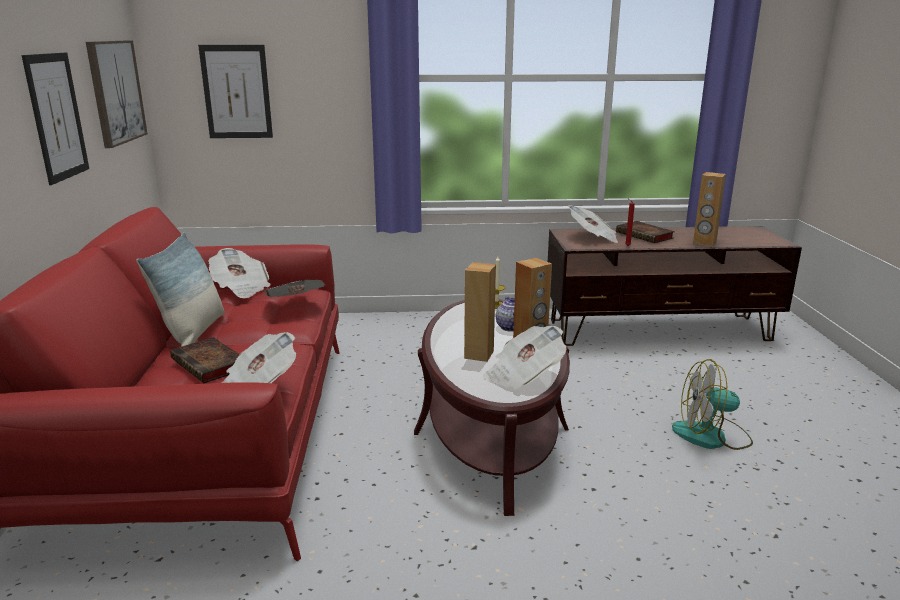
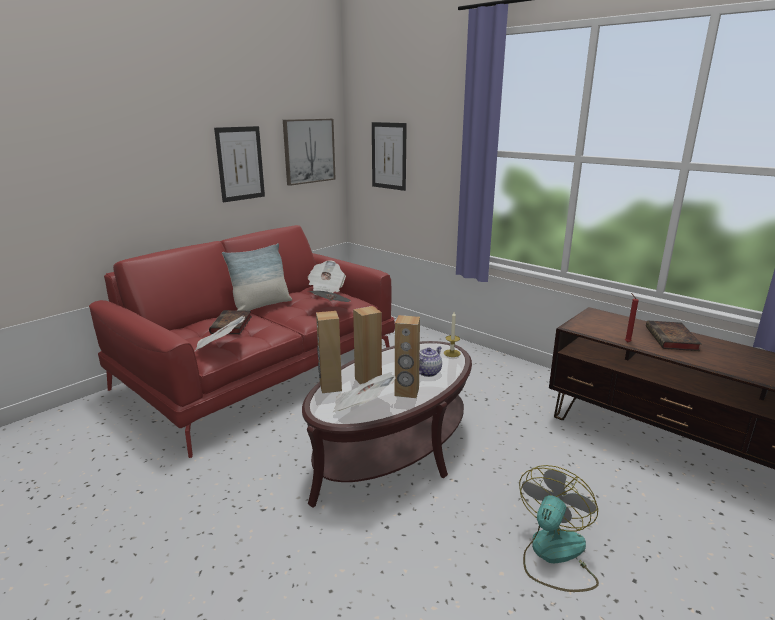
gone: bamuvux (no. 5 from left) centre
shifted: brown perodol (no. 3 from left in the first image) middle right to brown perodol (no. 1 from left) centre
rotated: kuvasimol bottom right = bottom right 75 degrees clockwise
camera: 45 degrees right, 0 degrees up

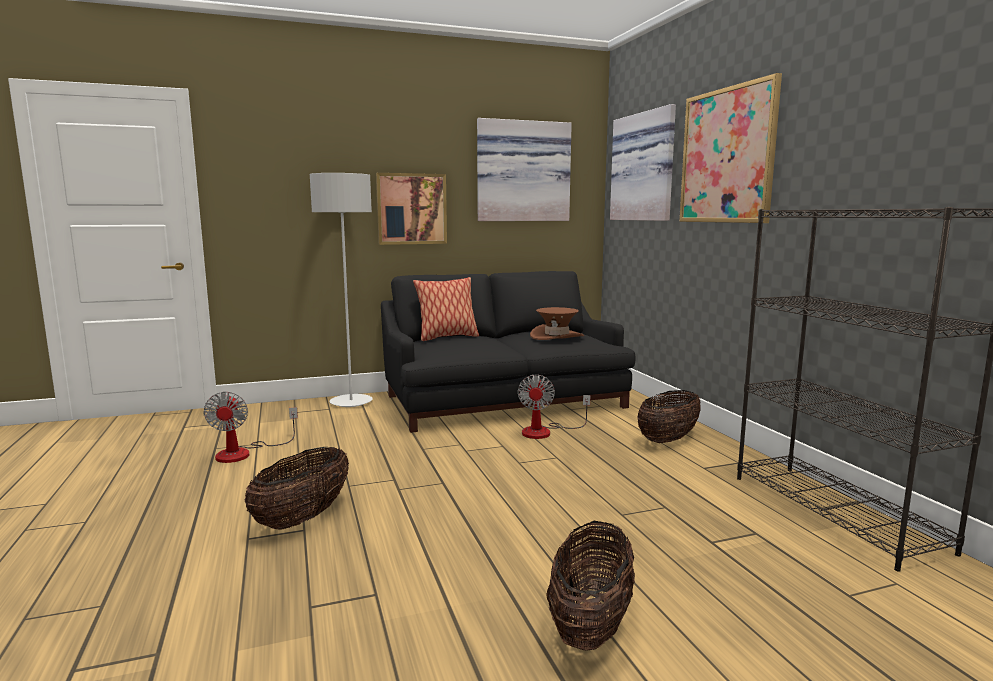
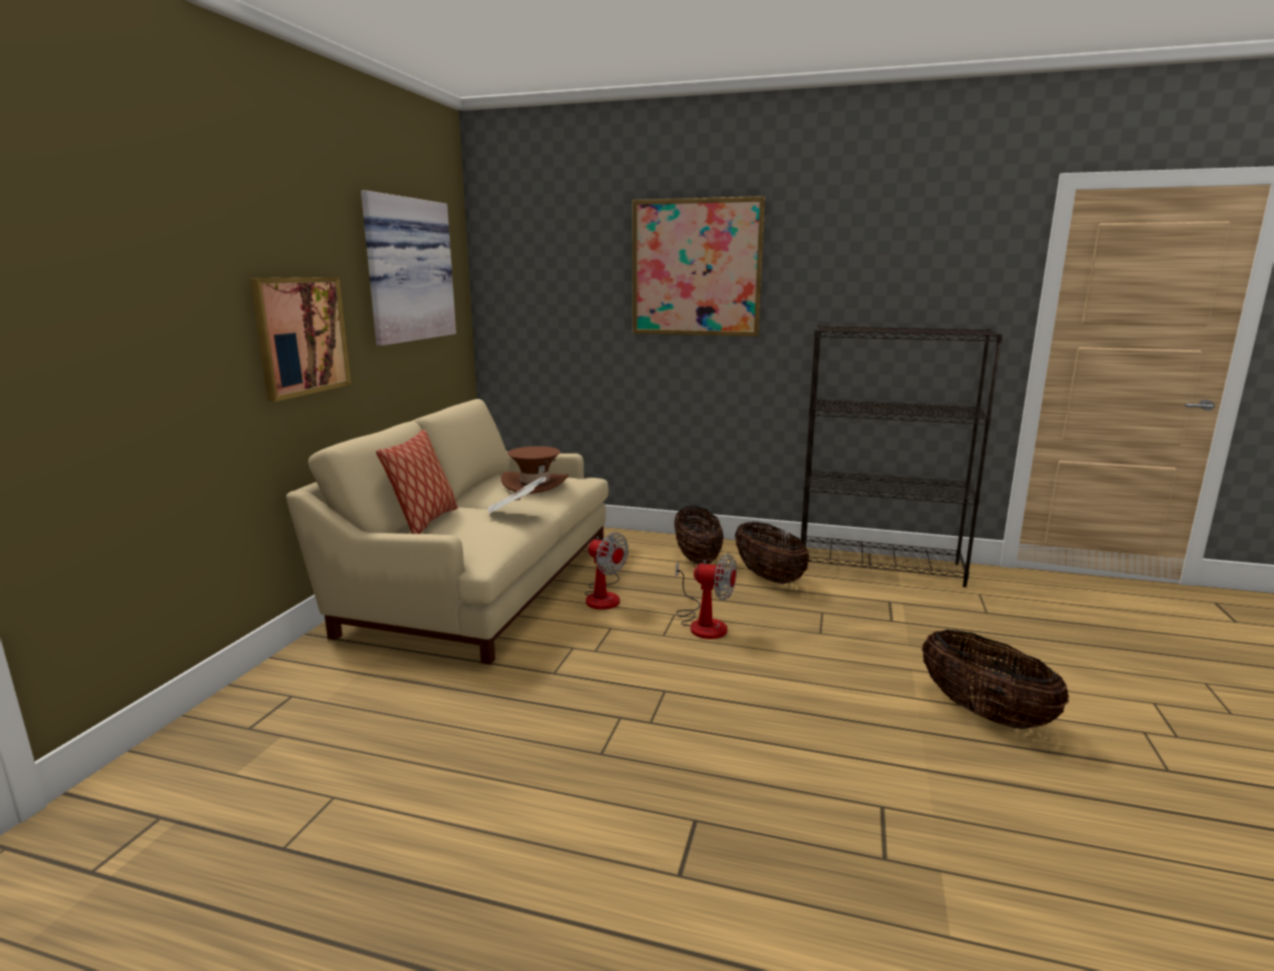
gone: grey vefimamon centre; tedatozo (no. 3 from left) top centre
new: bamuvux centre
shifted: kuvasimol (no. 1 from left in the first image) middle left to kuvasimol (no. 2 from left) centre; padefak (no. 1 from left in the first image) bottom left to padefak (no. 2 from left) centre
repainted: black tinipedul centre to beige tinipedul centre
camera: 55 degrees left, 5 degrees up

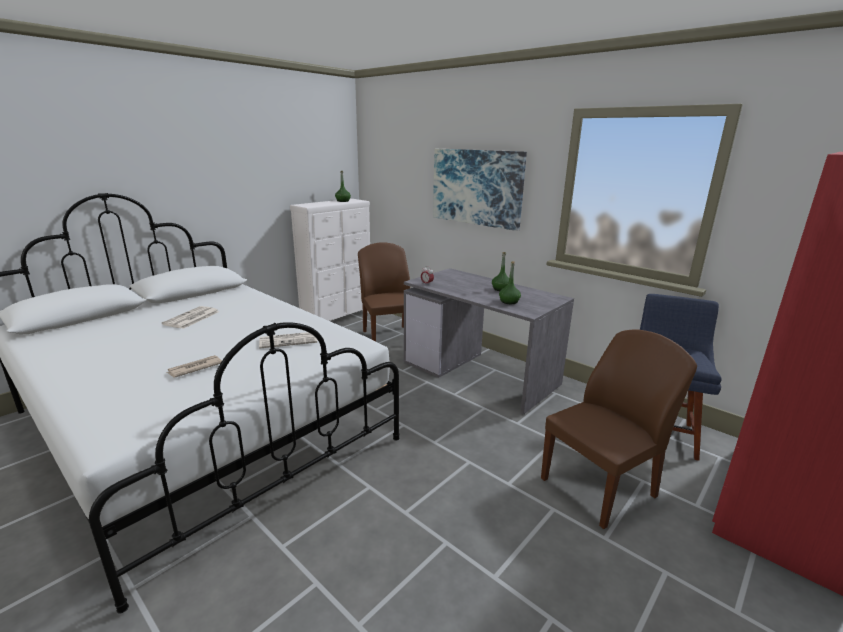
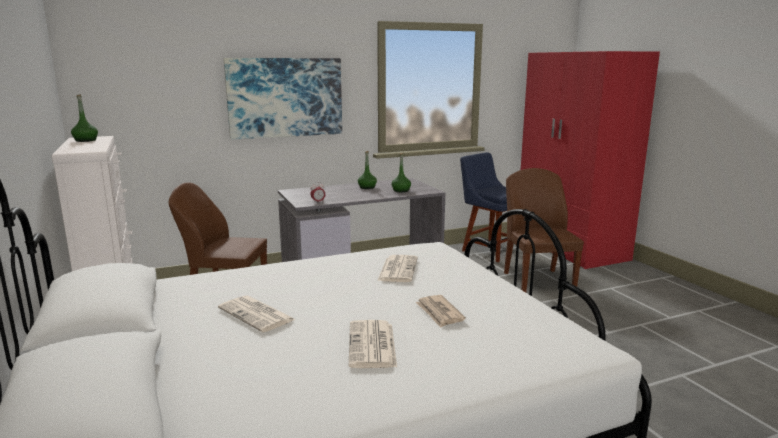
new: bamuvux (no. 2 from left) bottom centre
camera: 65 degrees left, 5 degrees down

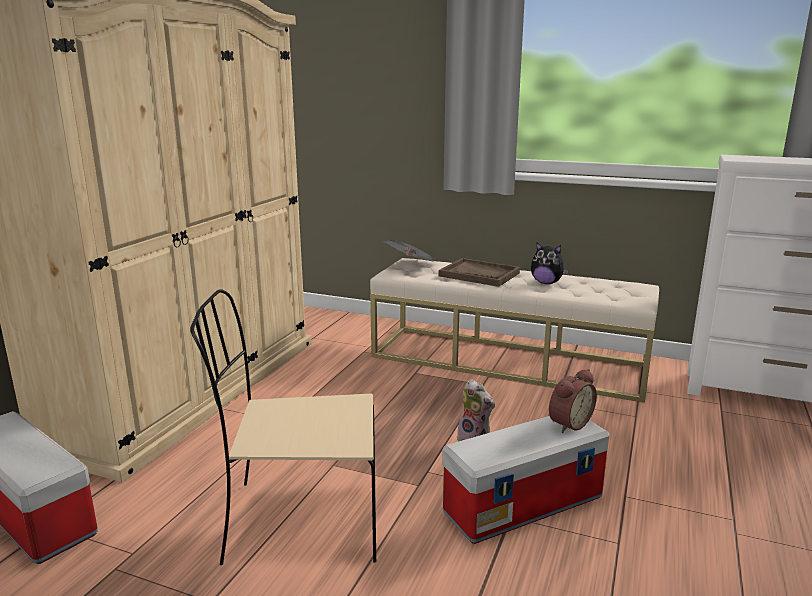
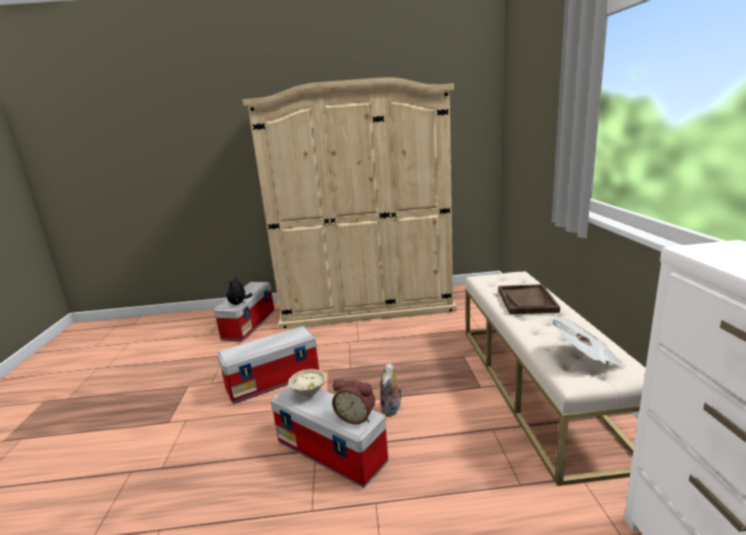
new: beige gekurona bottom centre
shifted: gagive (no. 2 from left in the first image) middle right to gagive (no. 1 from left) middle left; bamuvux centre to middle right
swapped: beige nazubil bottom centre to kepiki (no. 2 from left) bottom centre
camera: 65 degrees right, 0 degrees up

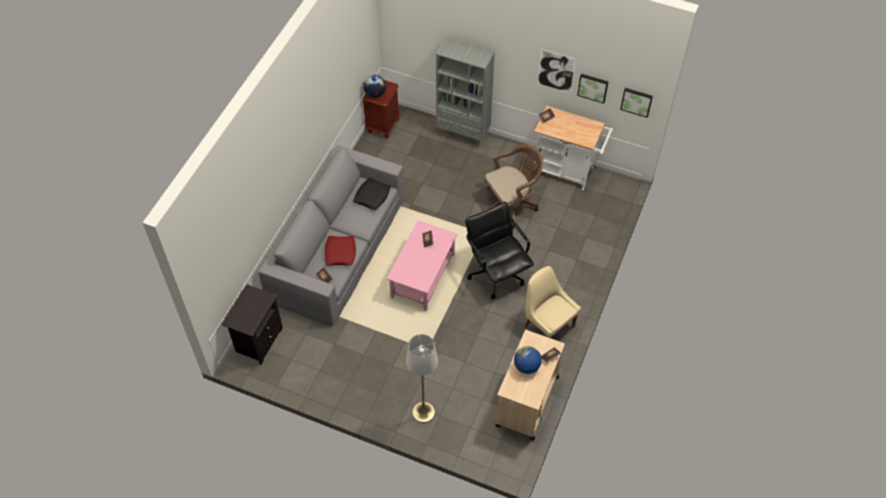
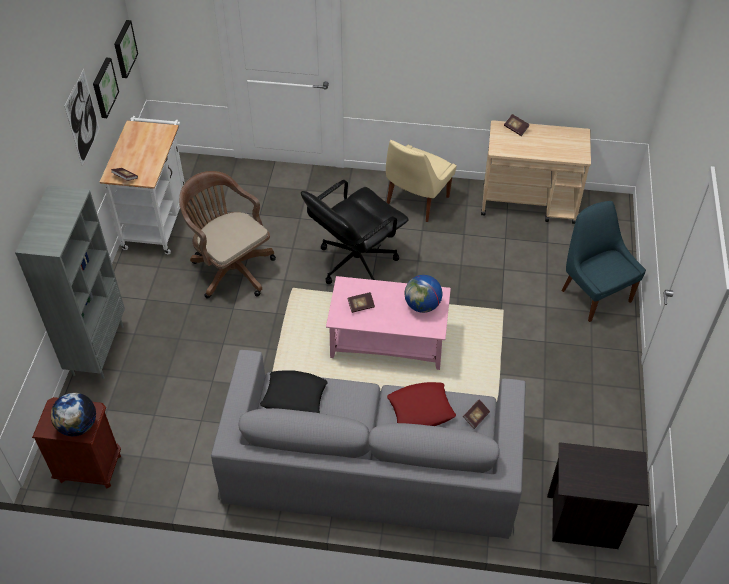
shifted: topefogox (no. 2 from left) bottom centre to centre
swapped: white vefimamon bottom centre to blue nazubil middle right
camera: 105 degrees left, 5 degrees down

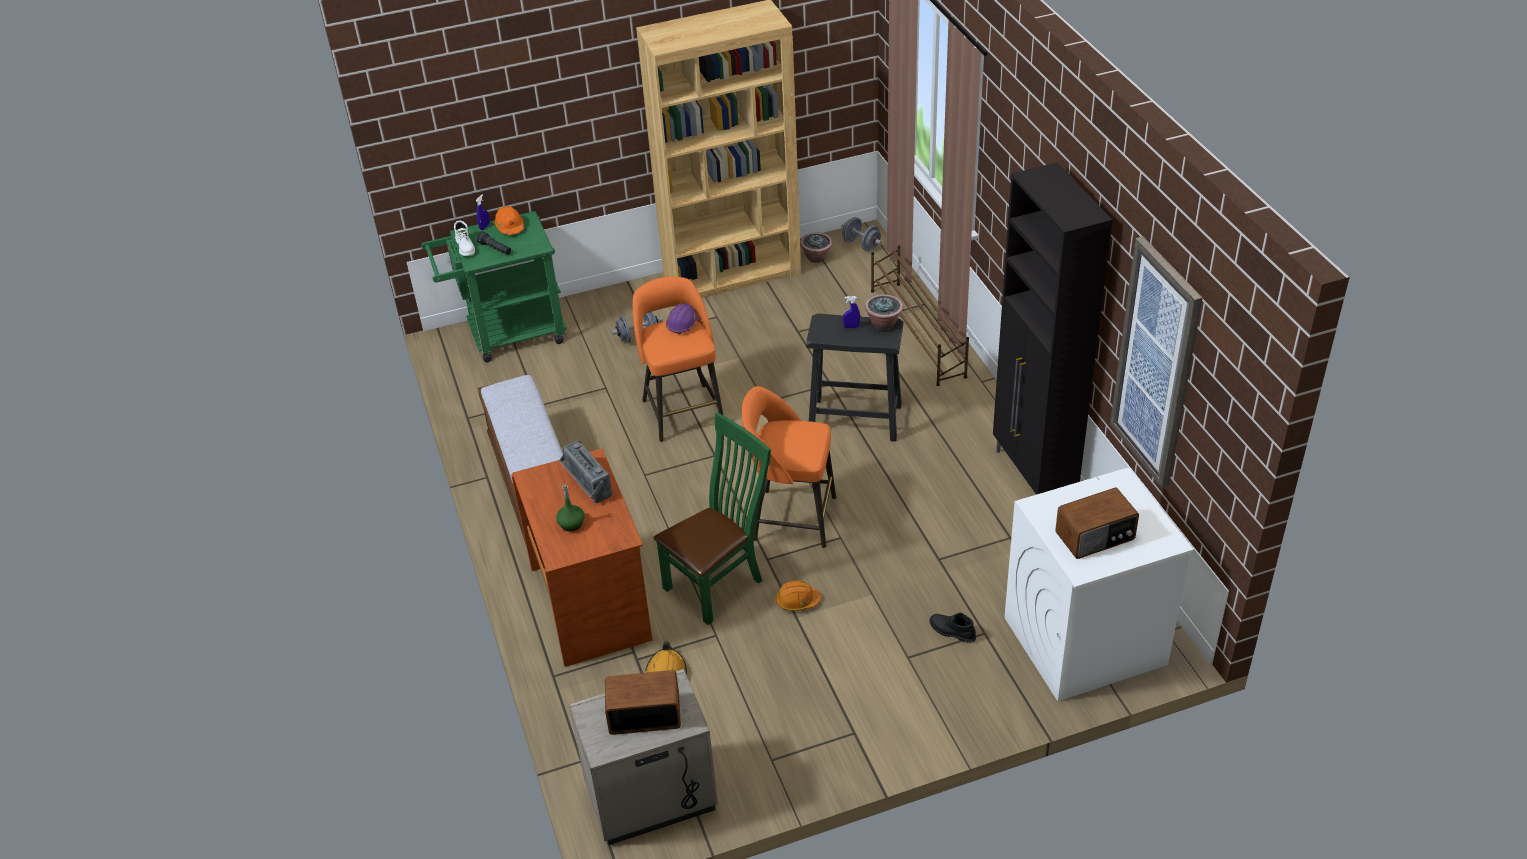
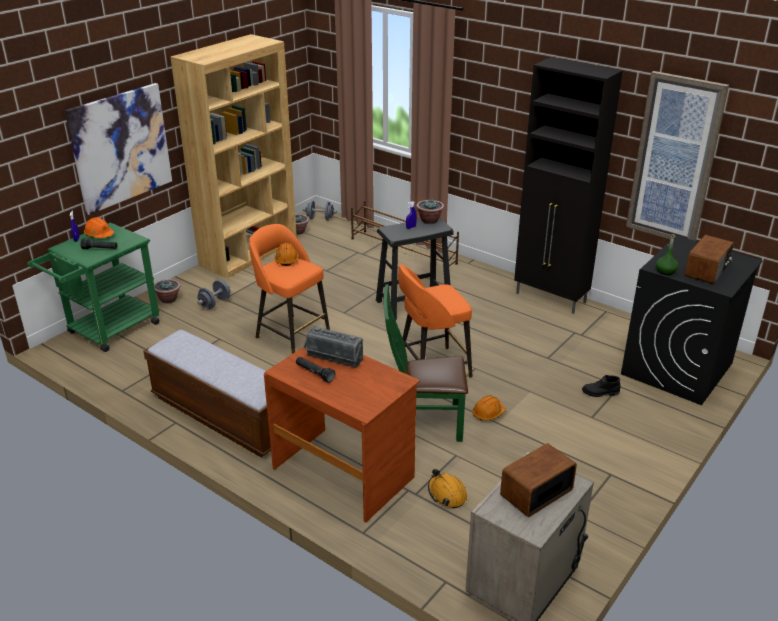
gone: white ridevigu top left
new: tedatozo (no. 1 from left) top left; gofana (no. 1 from left) middle left; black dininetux (no. 2 from left) centre
shifted: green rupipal centre to middle right
repainted: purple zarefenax centre to orange zarefenax (no. 2 from left) centre; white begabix bottom right to black begabix middle right
rotated: green nazubil centre = centre 105 degrees counterclockwise
camera: 35 degrees left, 10 degrees down

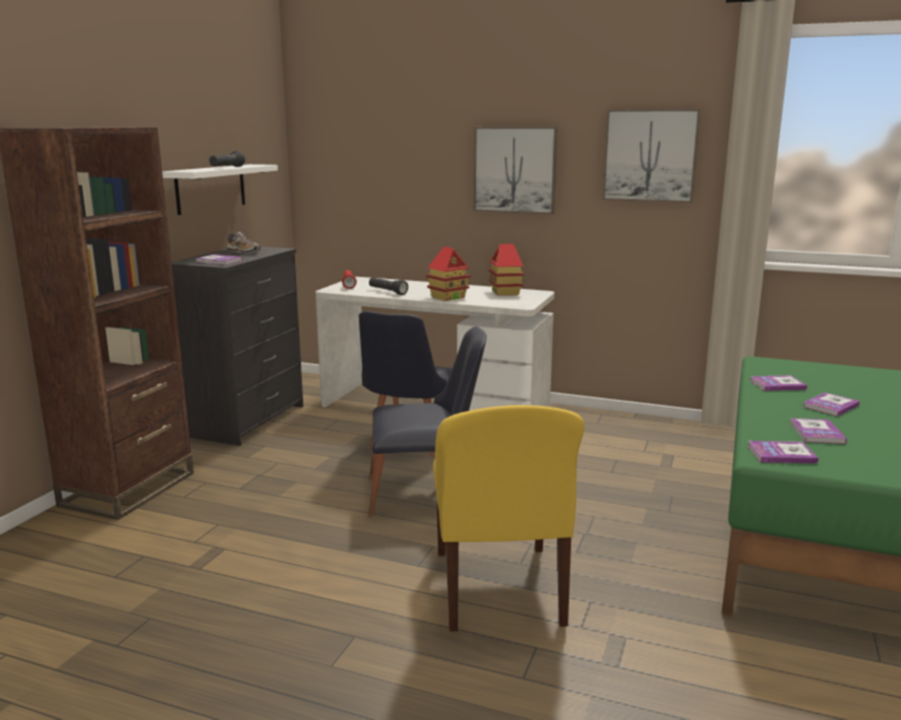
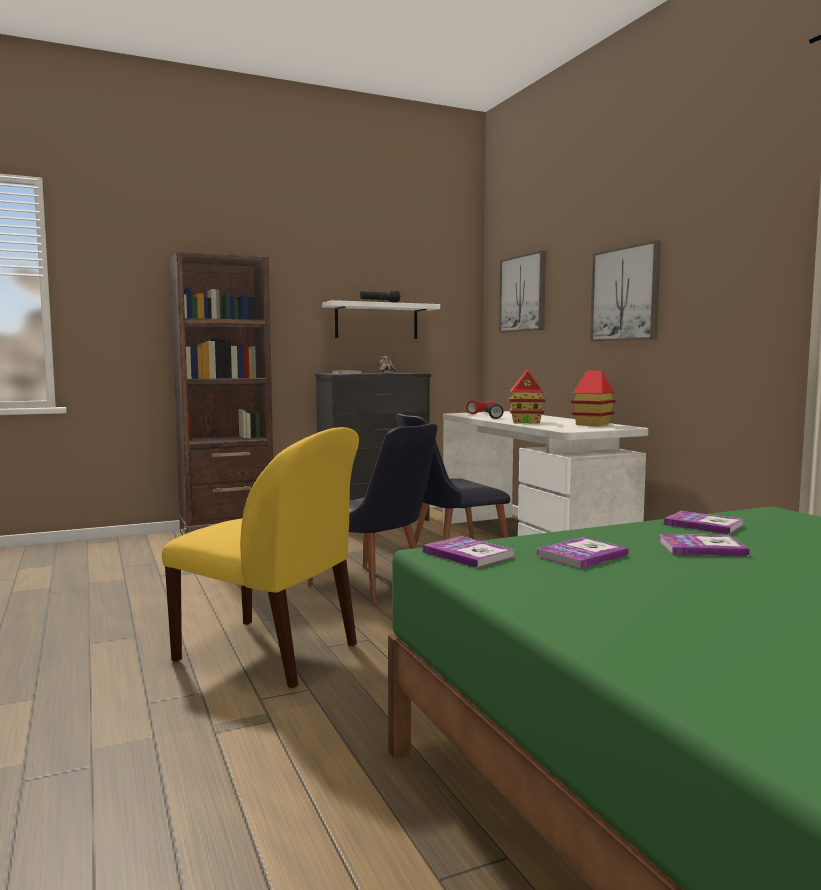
shifted: tedatozo (no. 2 from left in the first image) top right to tedatozo (no. 1 from left) top centre
rotated: yellow nazubil bottom centre = middle left 105 degrees counterclockwise
camera: 45 degrees right, 10 degrees down

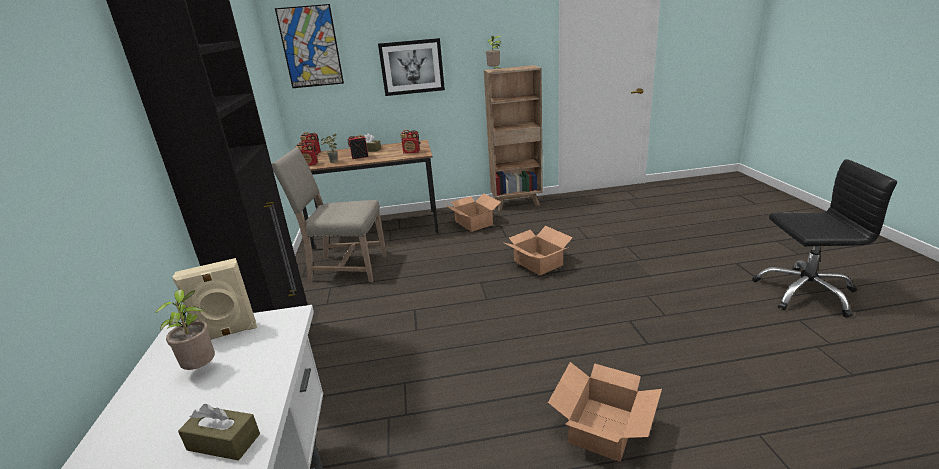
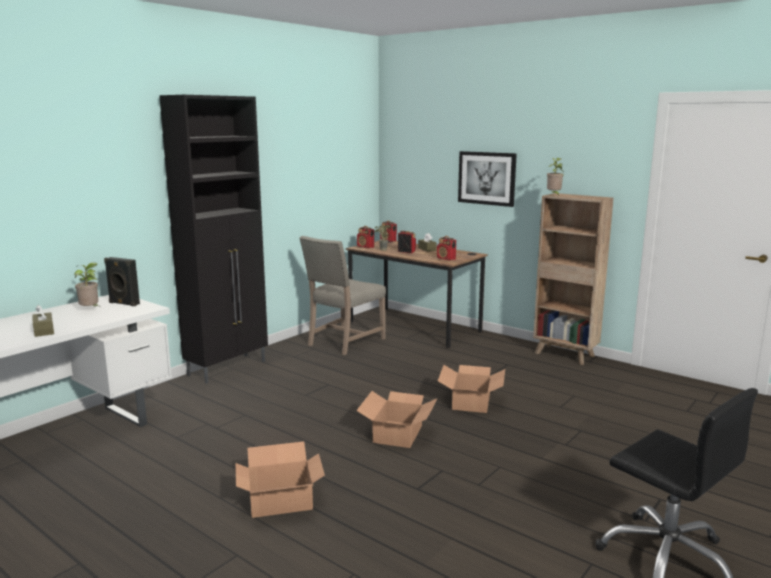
gone: tedatozo (no. 1 from left) top left
shifted: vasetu (no. 1 from left in the first image) centre to vasetu (no. 2 from left) bottom centre
repainted: beige perodol middle left to black perodol middle left
rotated: beige nazubil centre = centre 105 degrees counterclockwise
camera: 45 degrees right, 10 degrees down

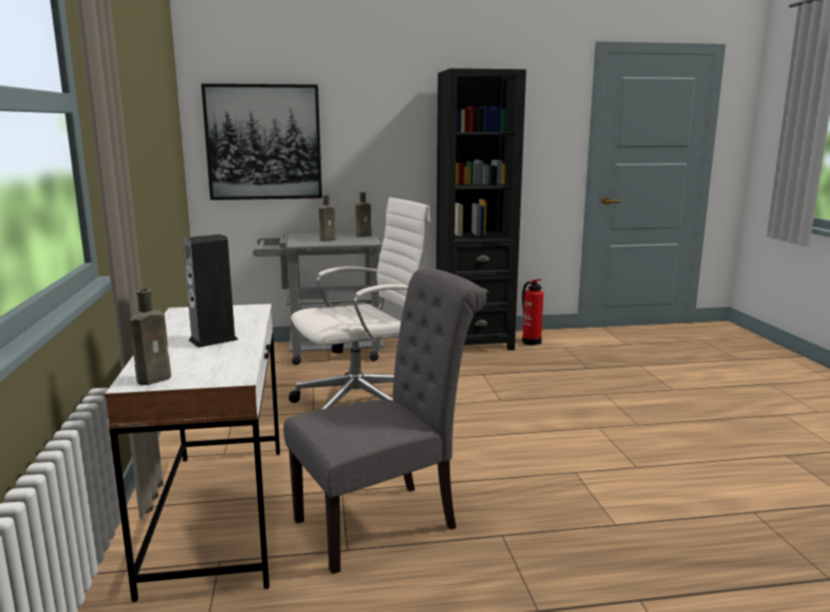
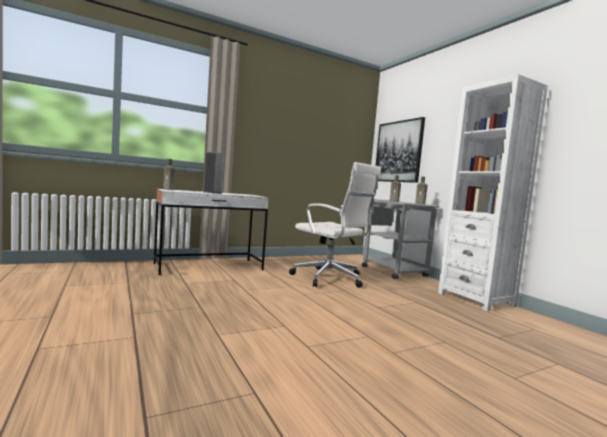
gone: grey nazubil bottom centre; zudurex centre
repainted: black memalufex centre to white memalufex middle right
camera: 70 degrees right, 10 degrees down

